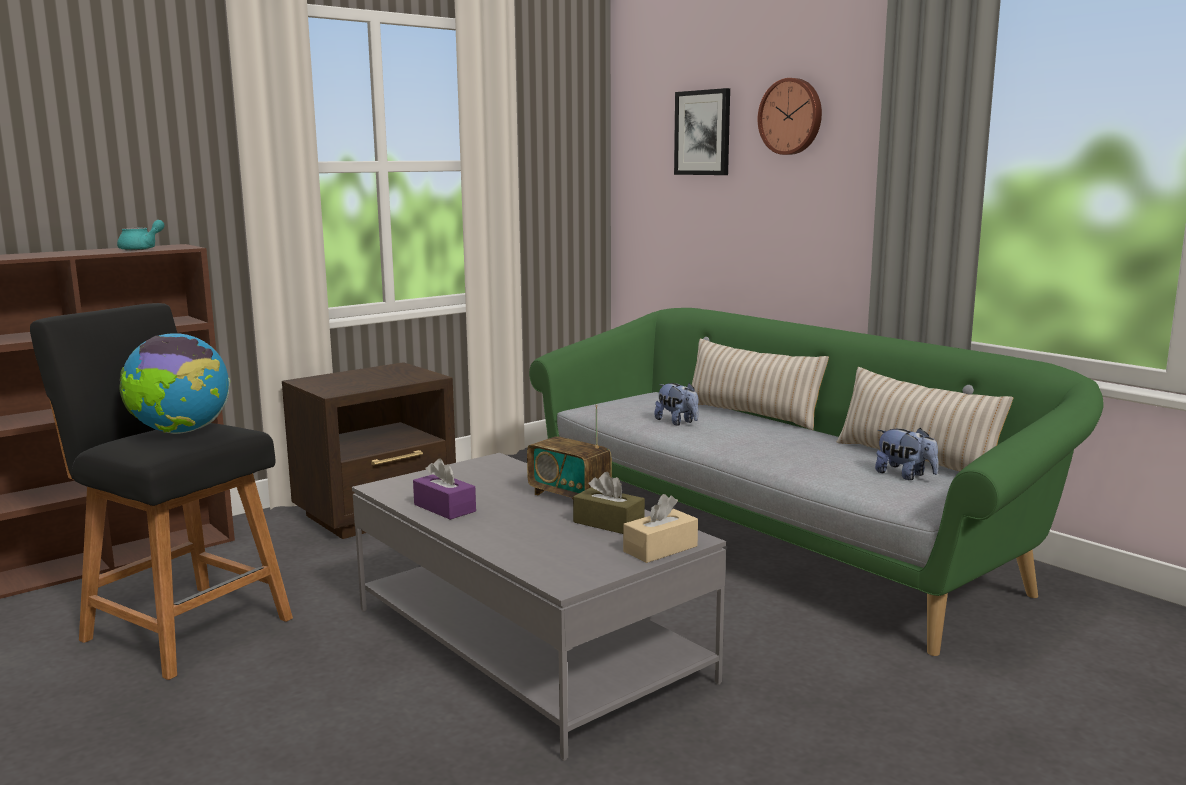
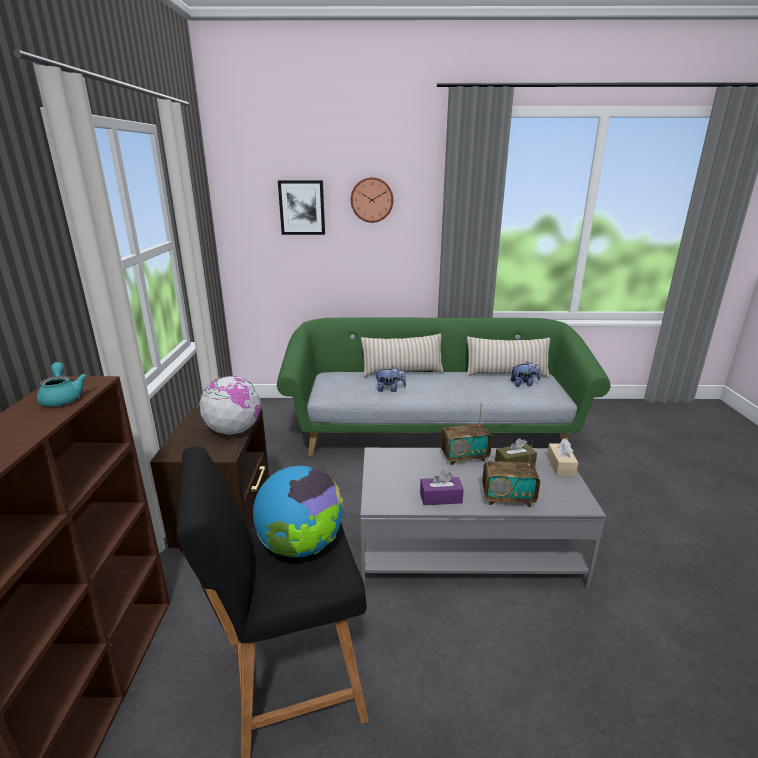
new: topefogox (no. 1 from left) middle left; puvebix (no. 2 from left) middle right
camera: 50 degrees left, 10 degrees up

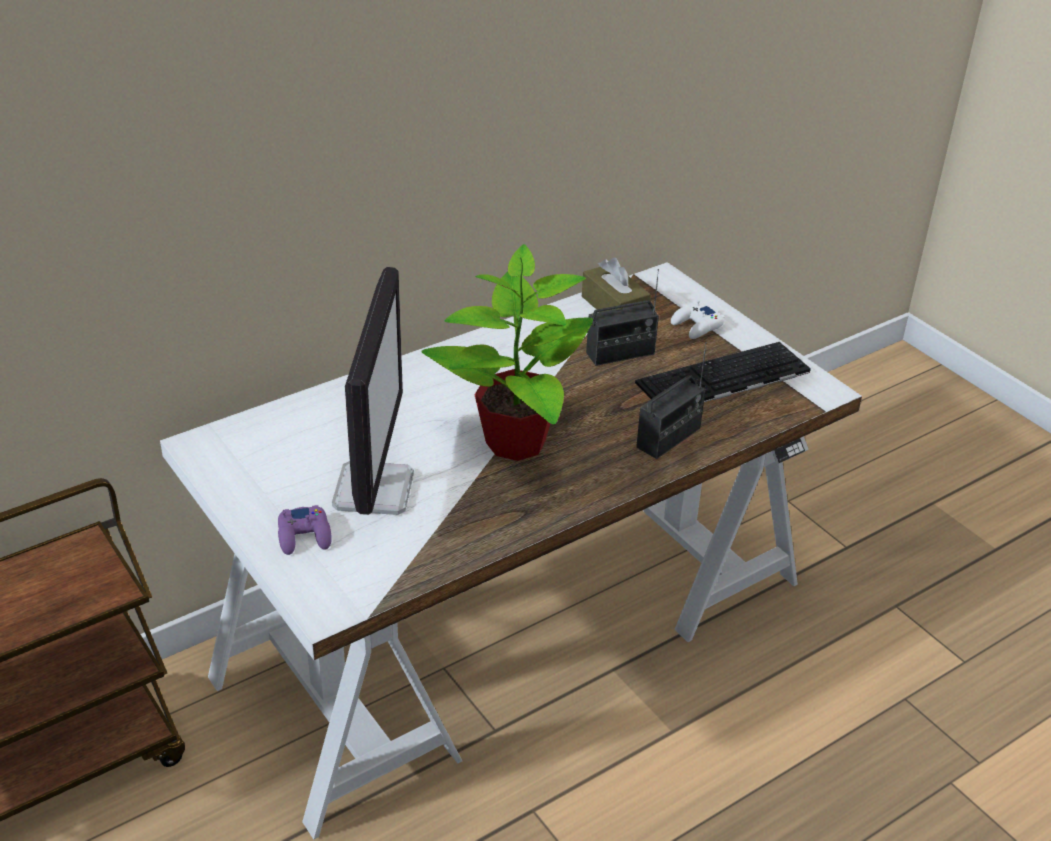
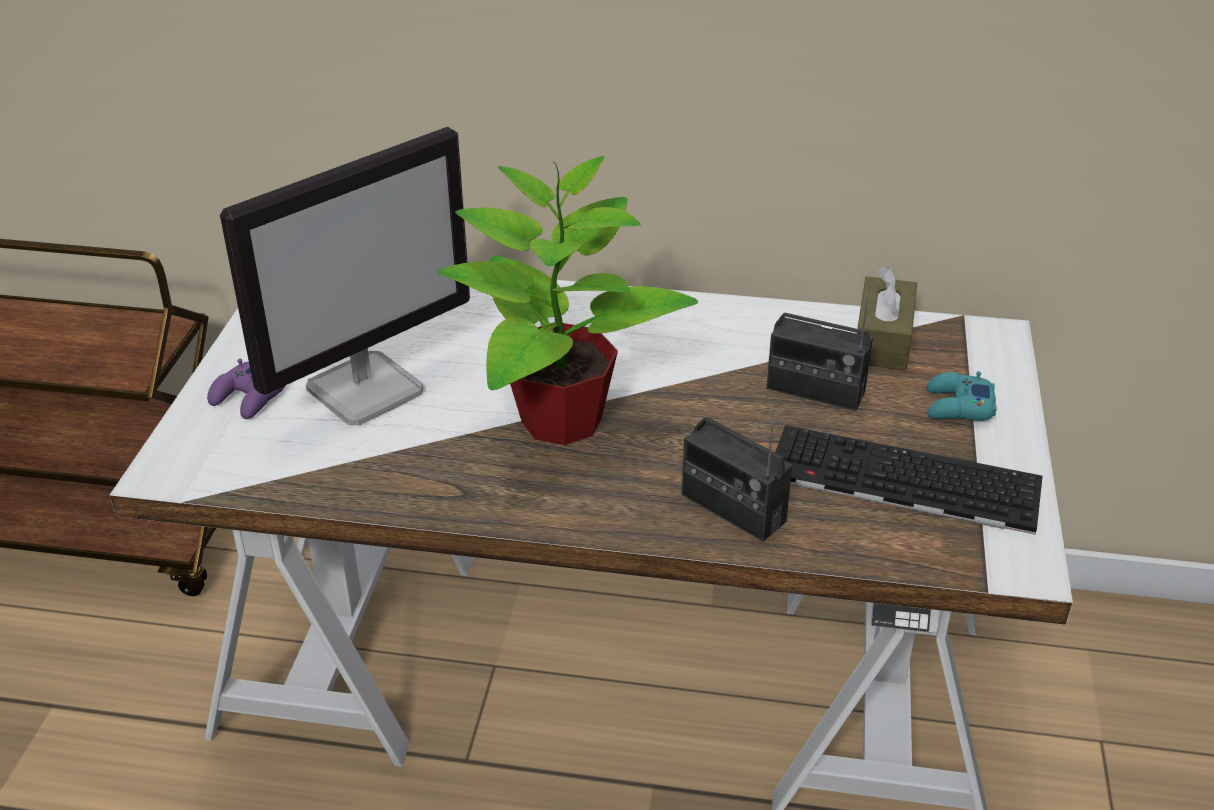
repainted: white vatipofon centre to turquoise vatipofon middle right
rotated: puvebix (no. 2 from left in the first image) centre = centre 45 degrees clockwise
camera: 45 degrees right, 0 degrees up

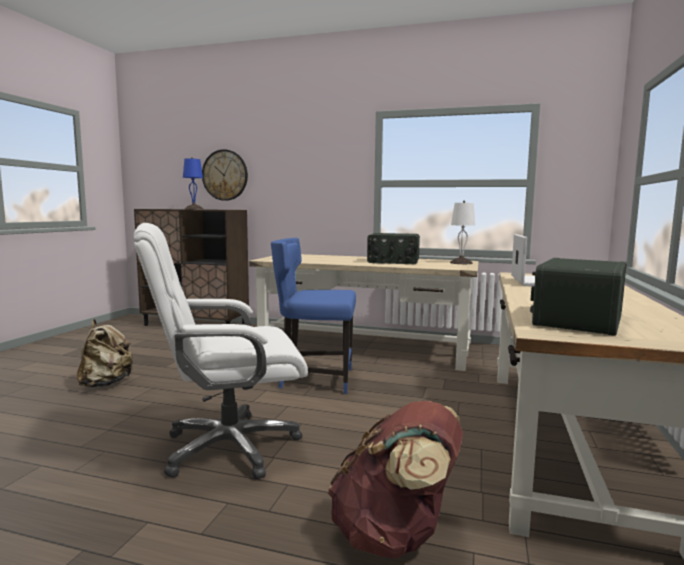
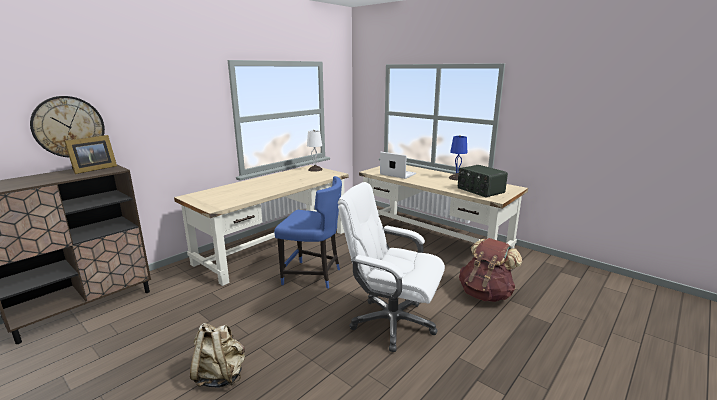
gone: puvebix (no. 1 from left) centre
new: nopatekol middle left
shifted: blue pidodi top left to centre
rotated: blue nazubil centre = centre 105 degrees counterclockwise; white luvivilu middle left = bottom centre 105 degrees clockwise
camera: 65 degrees left, 10 degrees up

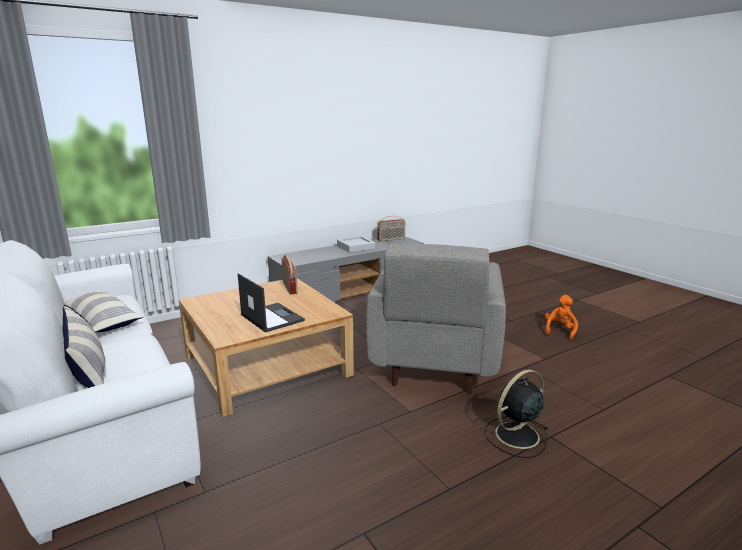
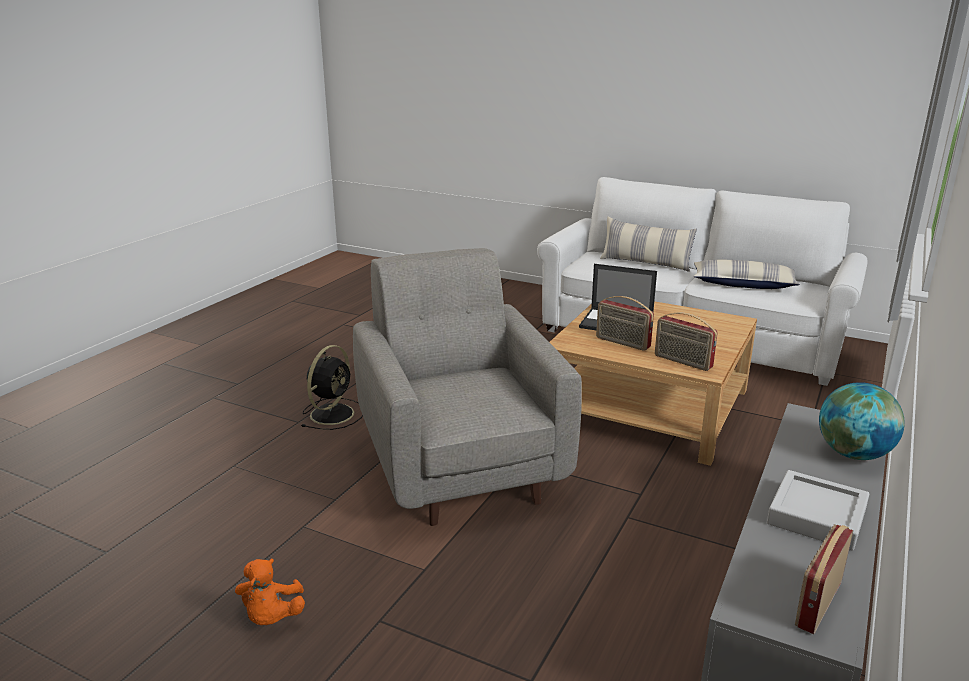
new: puvebix (no. 1 from left) centre; topefogox middle right
camera: 150 degrees right, 5 degrees up

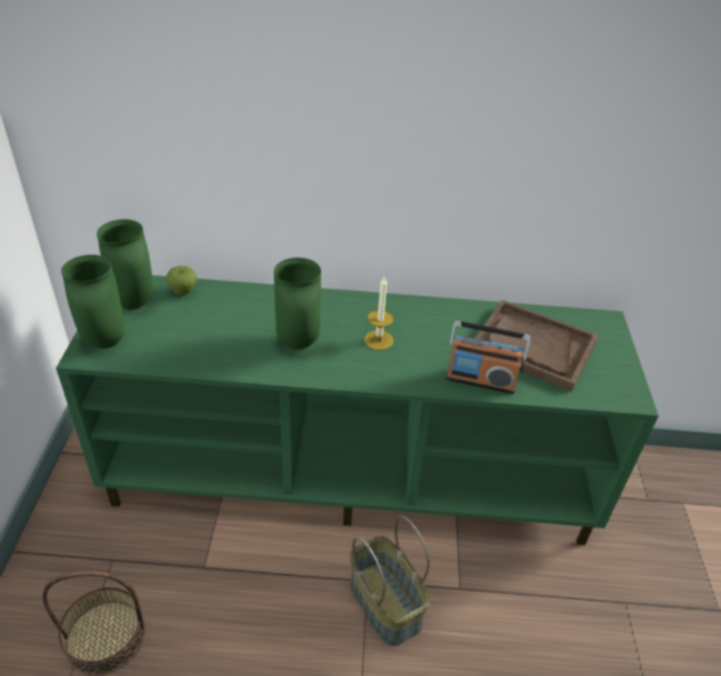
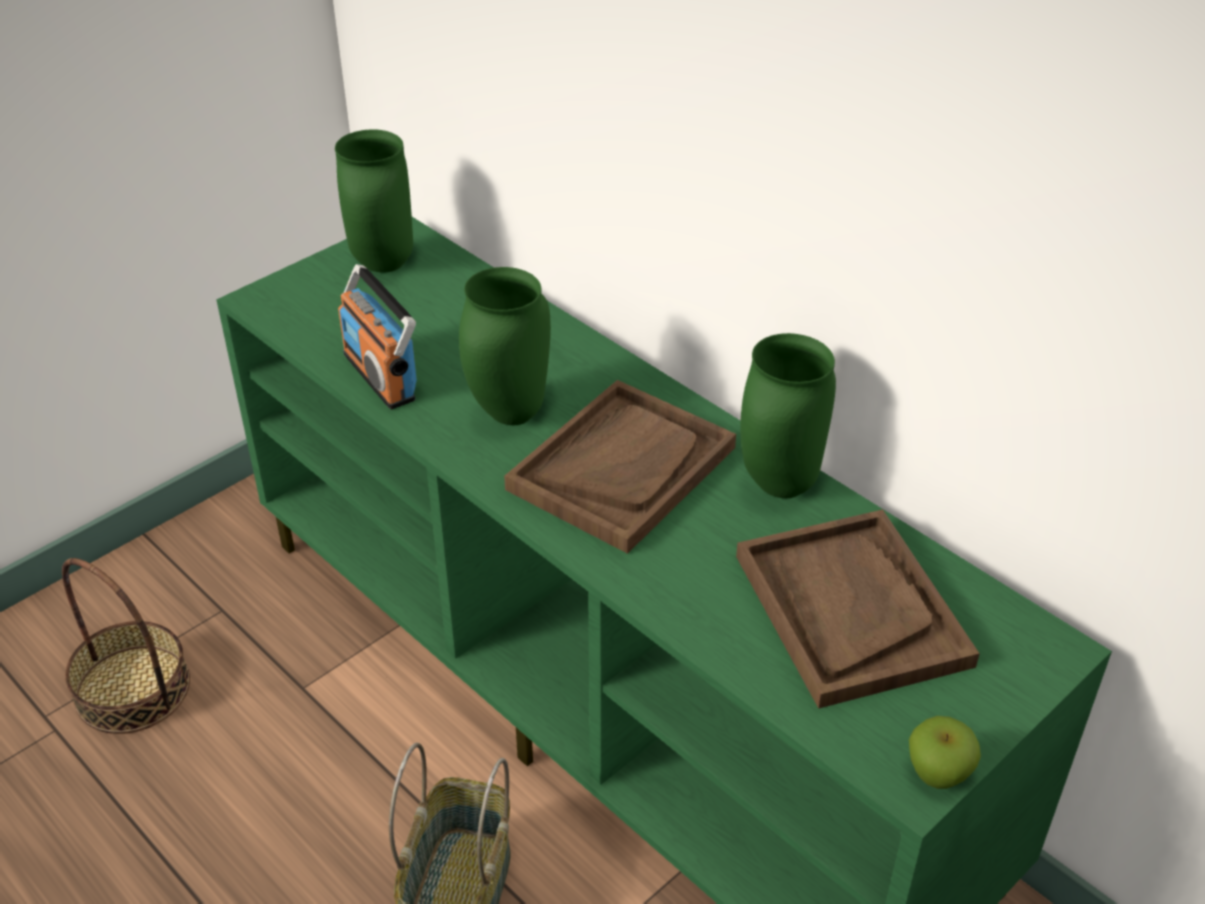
shifted: puvebix middle right to middle left; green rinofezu (no. 1 from left in the first image) middle left to green rinofezu (no. 3 from left) centre; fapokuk middle left to bottom right
swapped: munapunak centre to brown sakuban (no. 1 from left) centre
camera: 45 degrees right, 0 degrees up

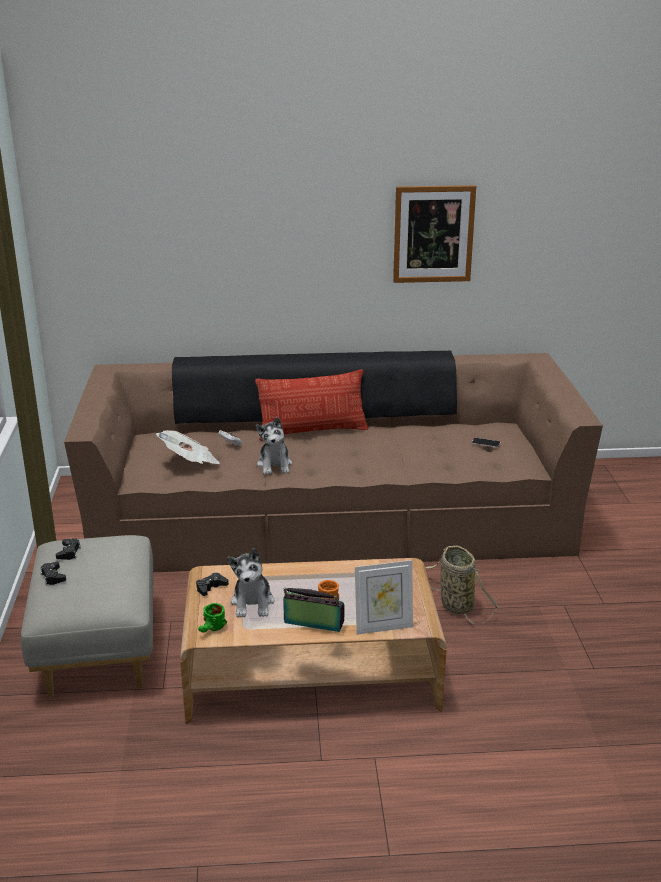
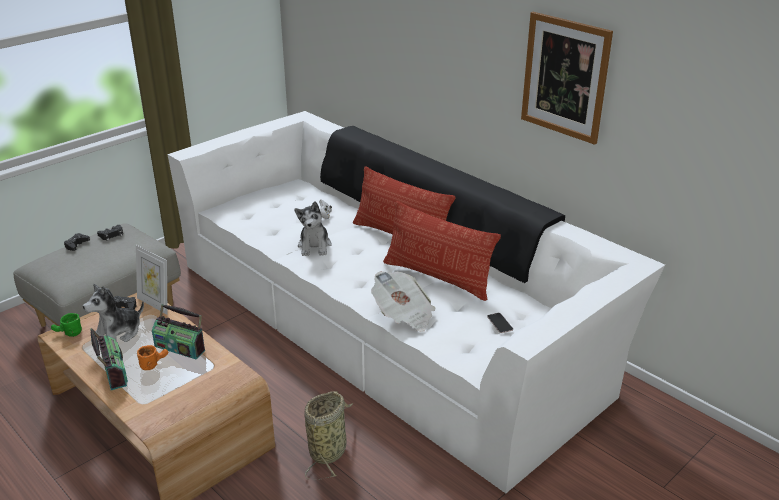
new: puvebix (no. 2 from left) middle left; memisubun (no. 2 from left) centre
shifted: nopatekol bottom centre to middle left; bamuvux middle left to centre
repainted: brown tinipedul centre to white tinipedul centre
rotated: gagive (no. 2 from left) centre = centre 45 degrees counterclockwise
camera: 50 degrees right, 5 degrees up

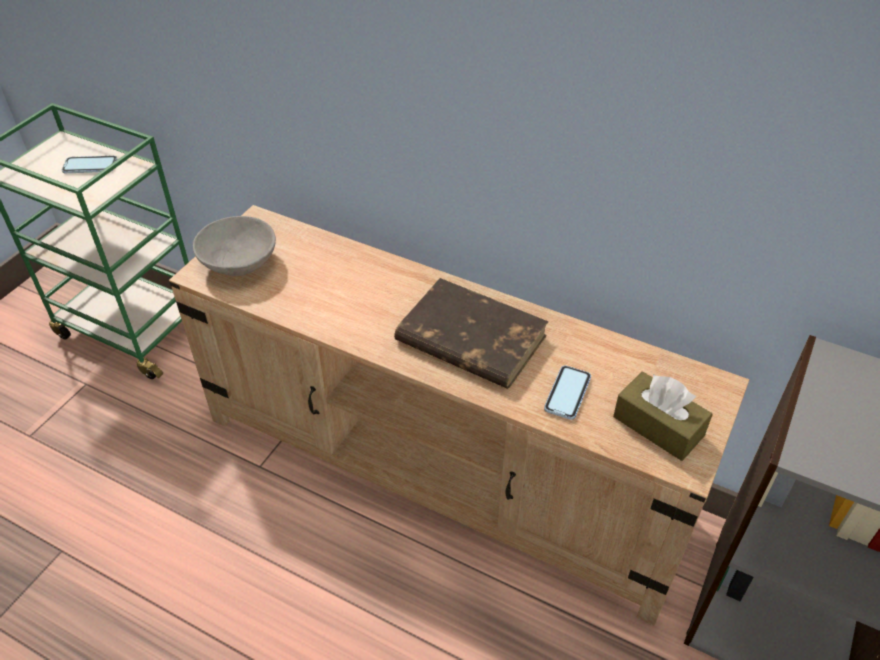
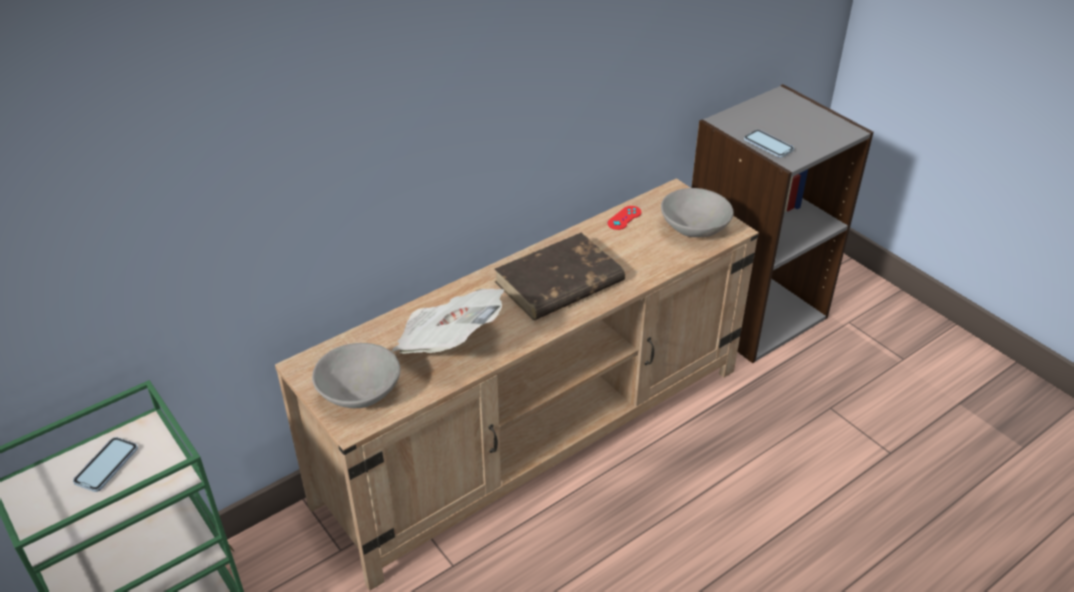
new: bamuvux centre; red vatipofon centre
shifted: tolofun (no. 2 from left) centre to top right
swapped: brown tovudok middle right to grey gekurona (no. 2 from left) centre
camera: 65 degrees left, 5 degrees down

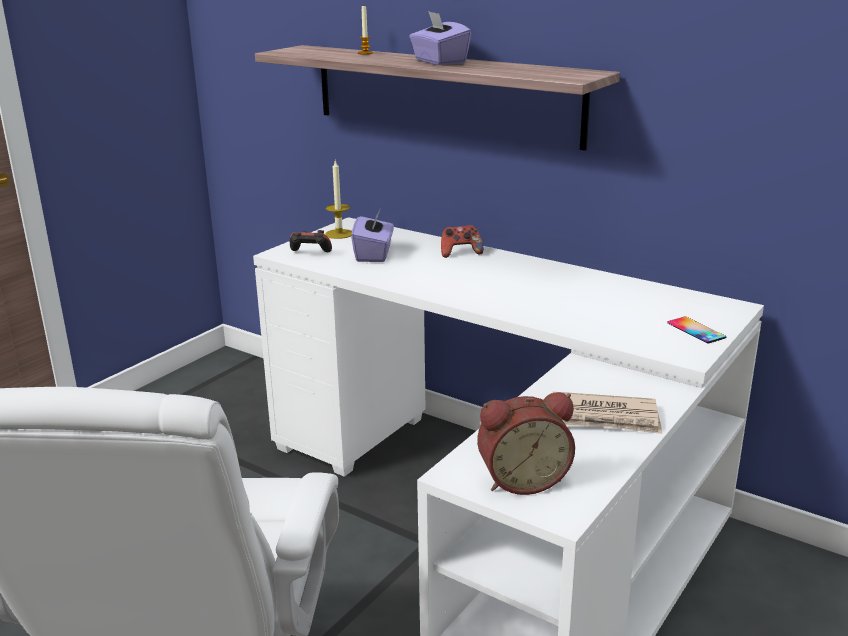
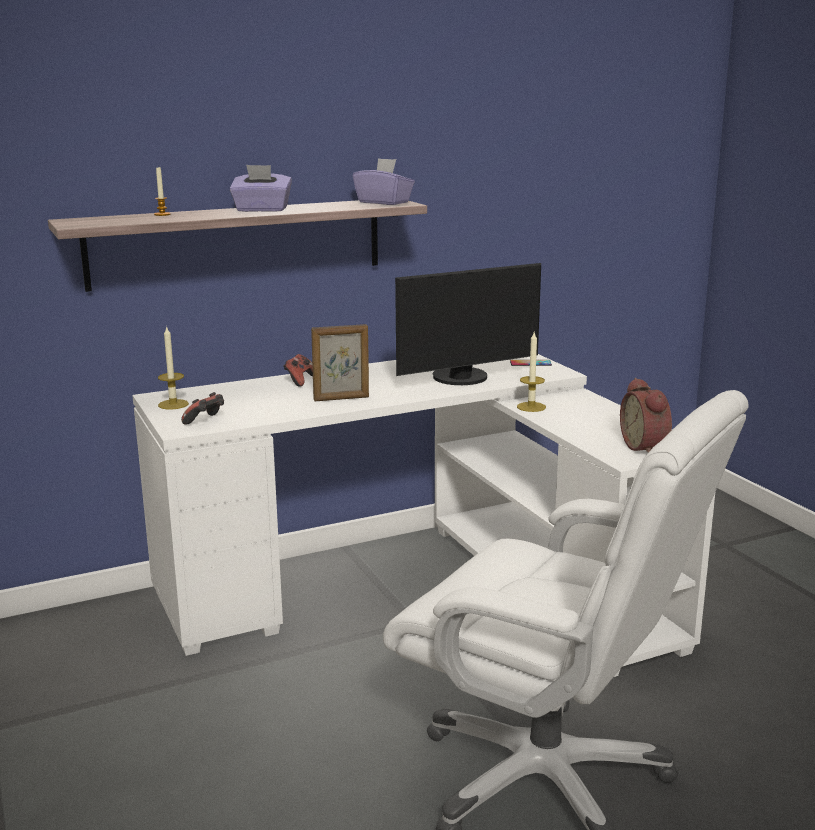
gone: bamuvux middle right
new: nopatekol centre; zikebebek centre; munapunak (no. 3 from left) centre
shifted: purple tovudok (no. 1 from left in the first image) centre to purple tovudok (no. 2 from left) top centre
rotated: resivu bottom centre = middle right 150 degrees clockwise
camera: 60 degrees left, 5 degrees down

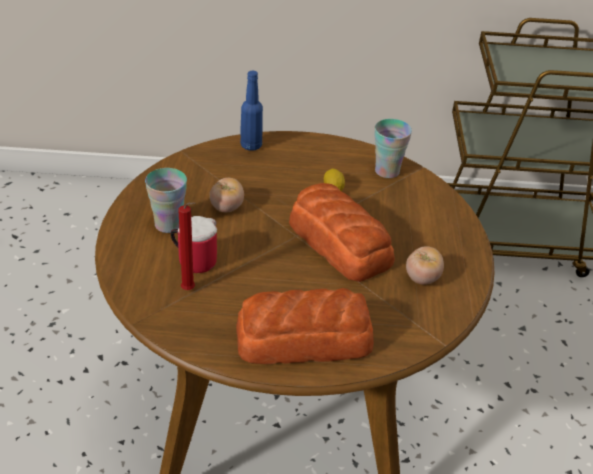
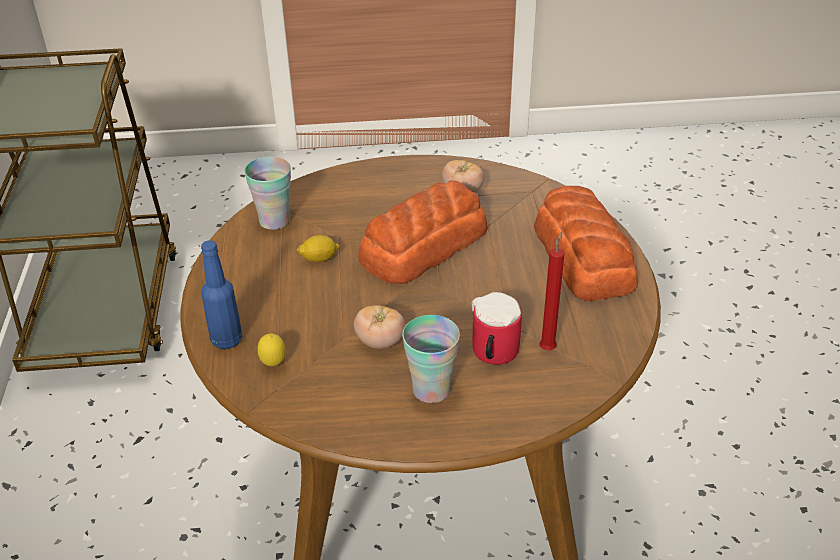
new: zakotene (no. 1 from left) middle left
camera: 95 degrees left, 0 degrees up

